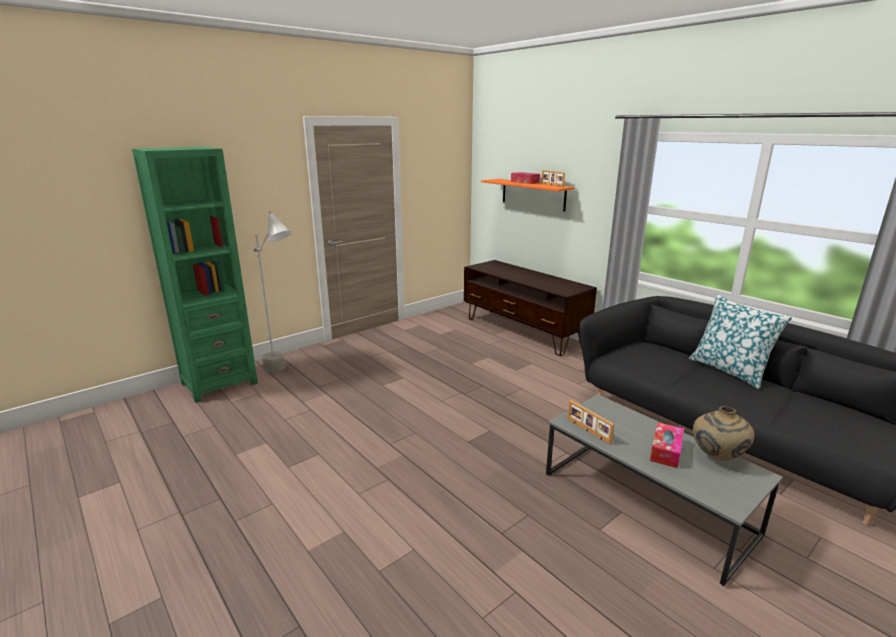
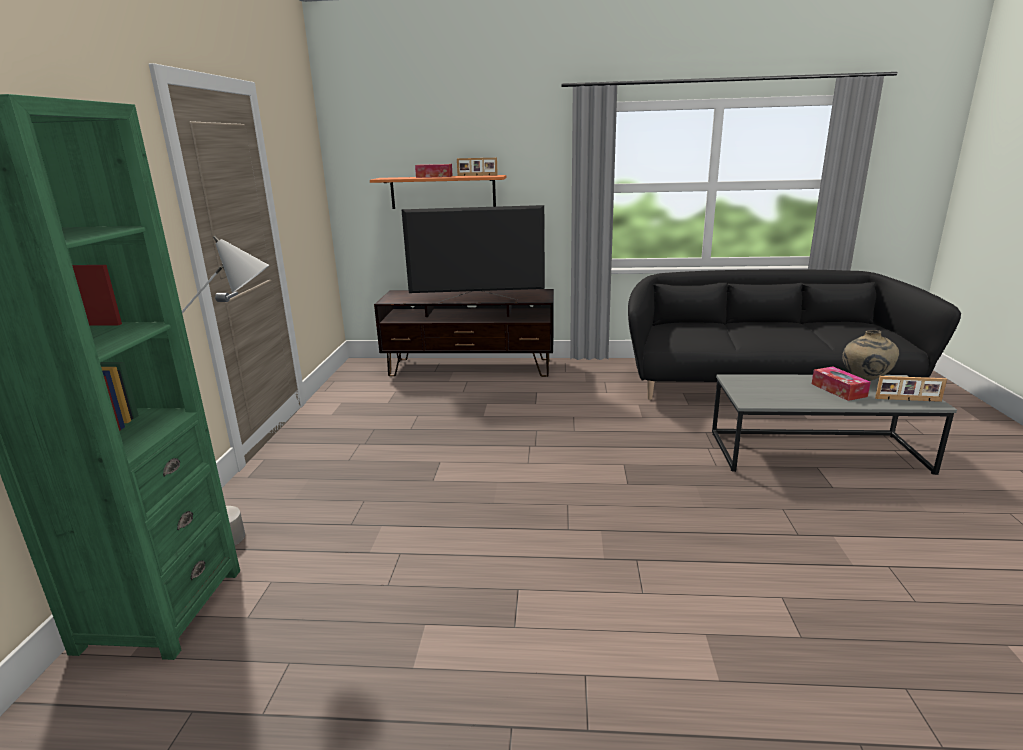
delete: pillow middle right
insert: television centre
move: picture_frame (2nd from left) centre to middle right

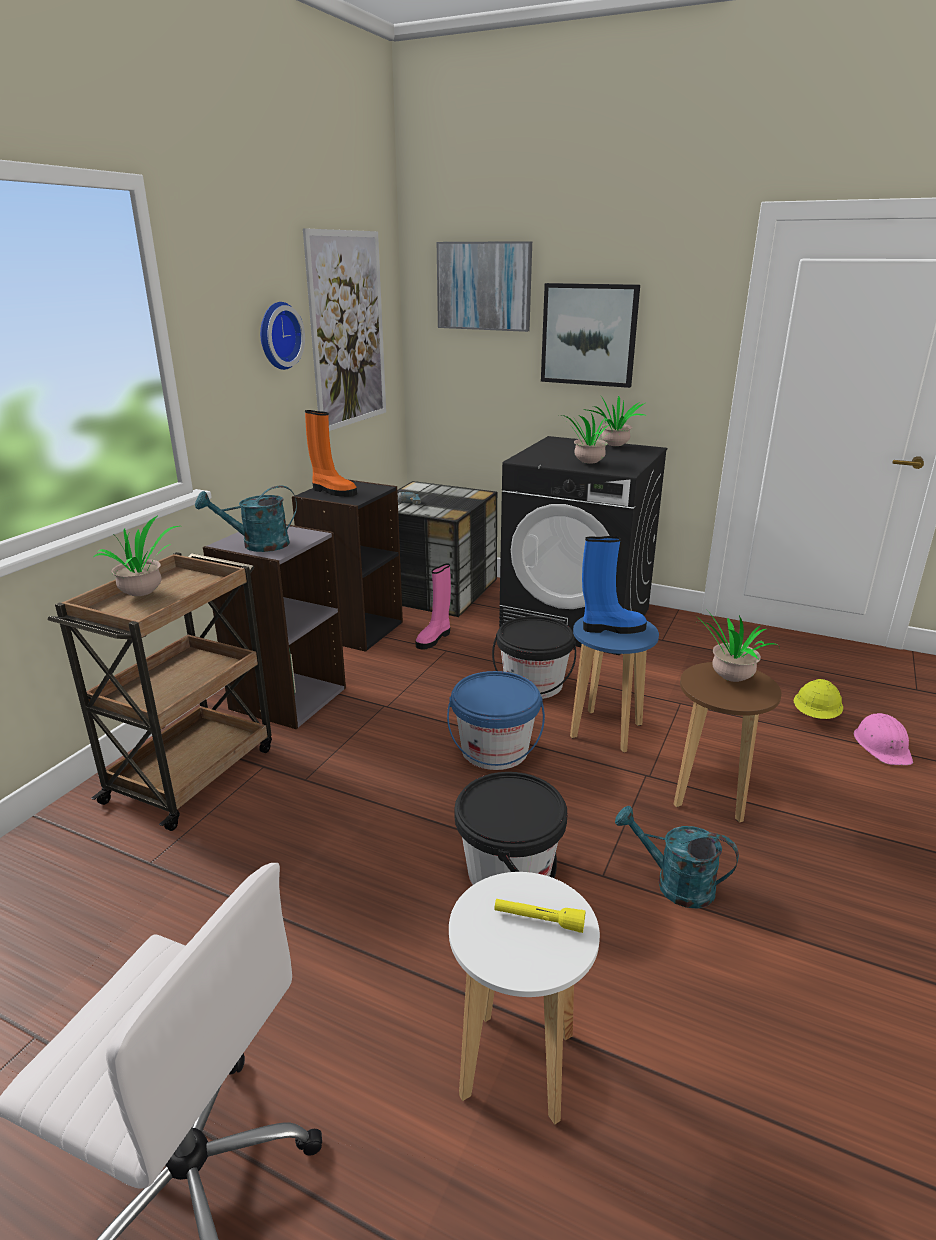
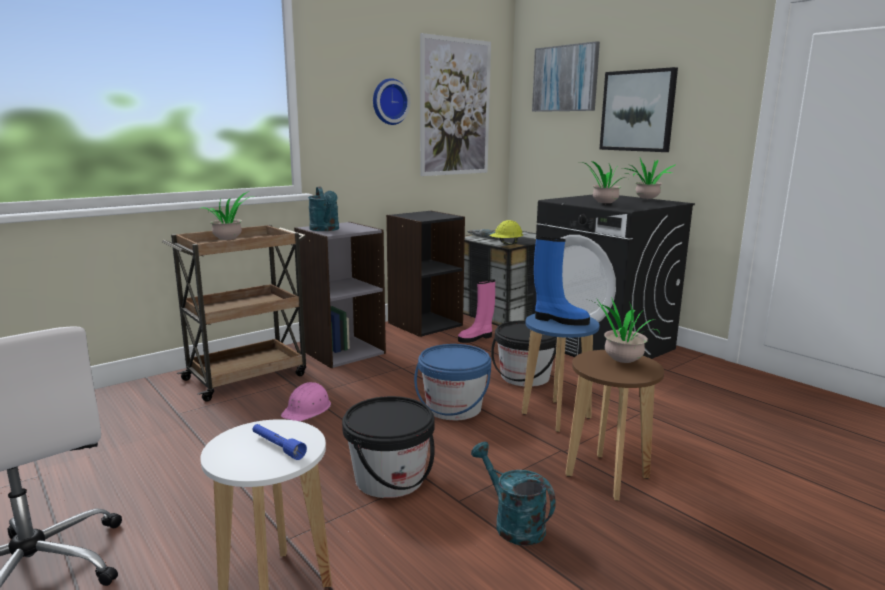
delete: orange_boot centre
move: yellow_hard_hat middle right to centre; pink_hard_hat middle right to bottom centre
recolor: yellow_flashlight bottom centre to blue_flashlight bottom left
rotate: turquoise_watering_can (1st from left) middle left = centre 120 degrees counterclockwise

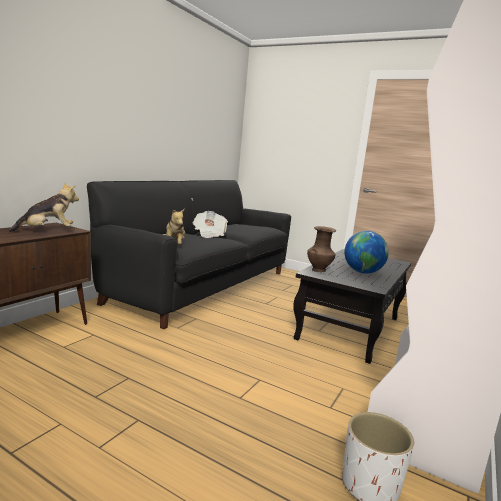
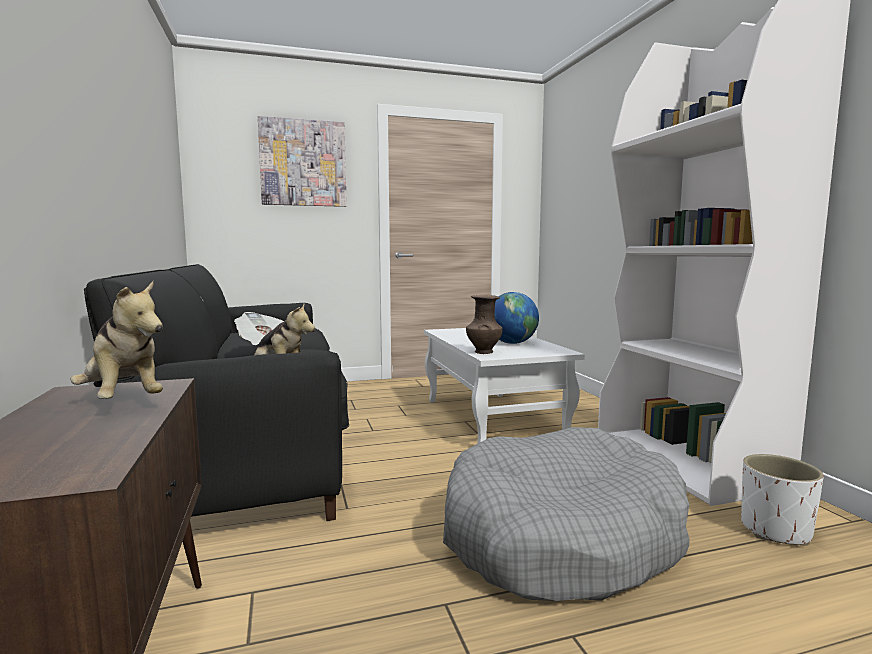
insert: picture top centre; grey_dog_bed bottom centre
recolor: black_coffee_table middle right to white_coffee_table centre
rotate: plush_toy (1st from left) middle left = middle left 120 degrees clockwise

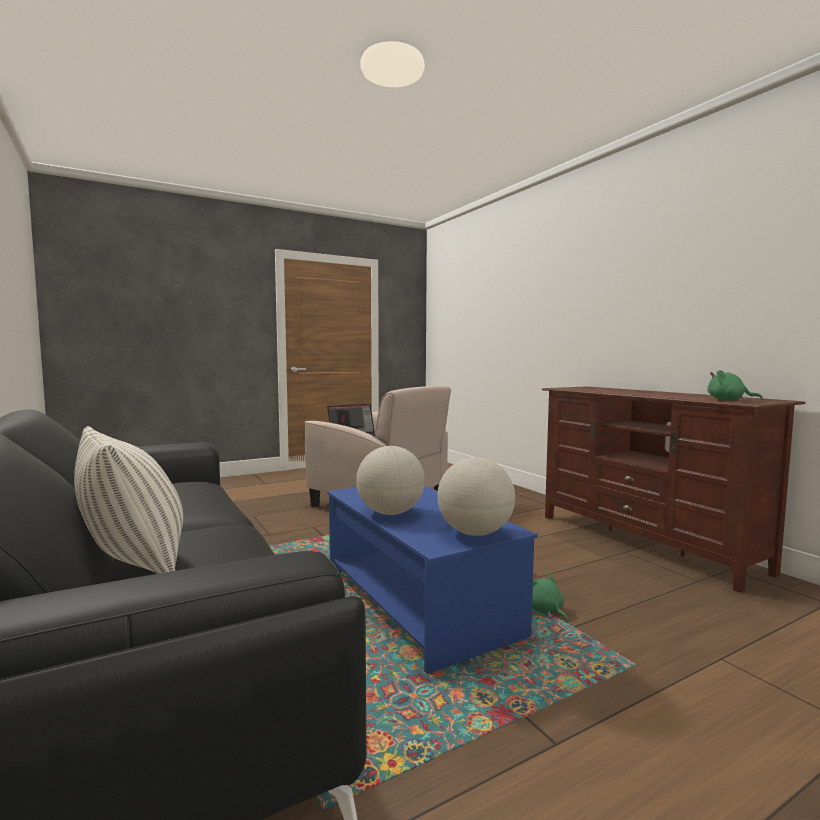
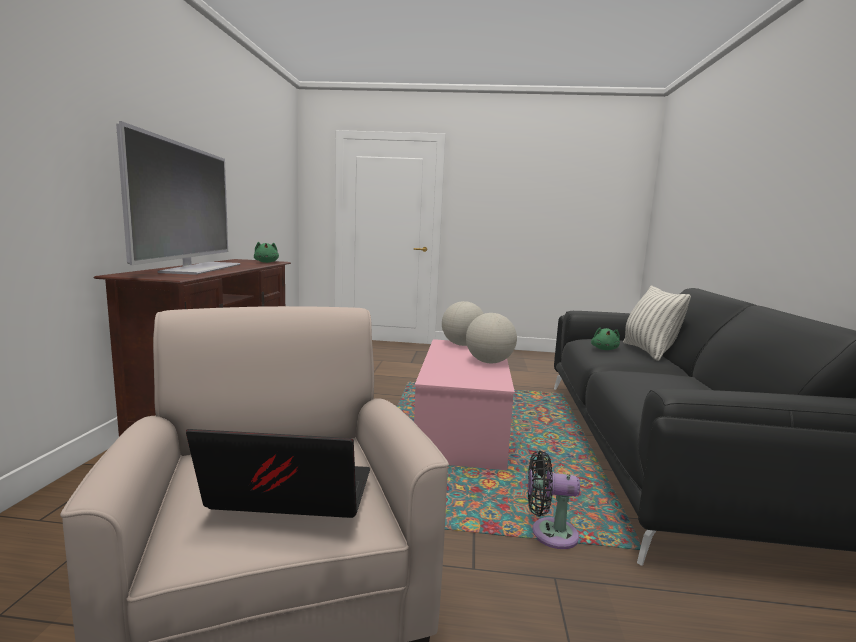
insert: television top left; black_fan bottom centre
move: green_plush_toy (1st from left in the first image) bottom right to green_plush_toy (2nd from left) middle right
recolor: blue_coffee_table bottom centre to pink_coffee_table centre

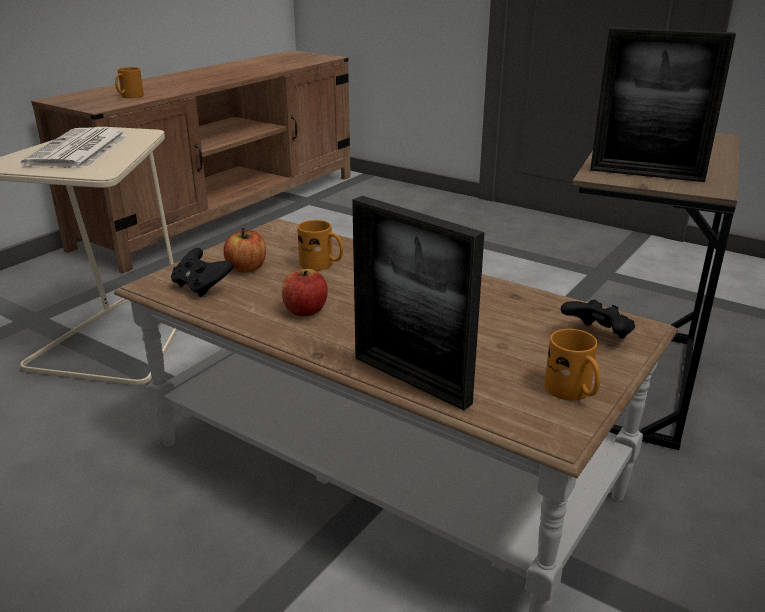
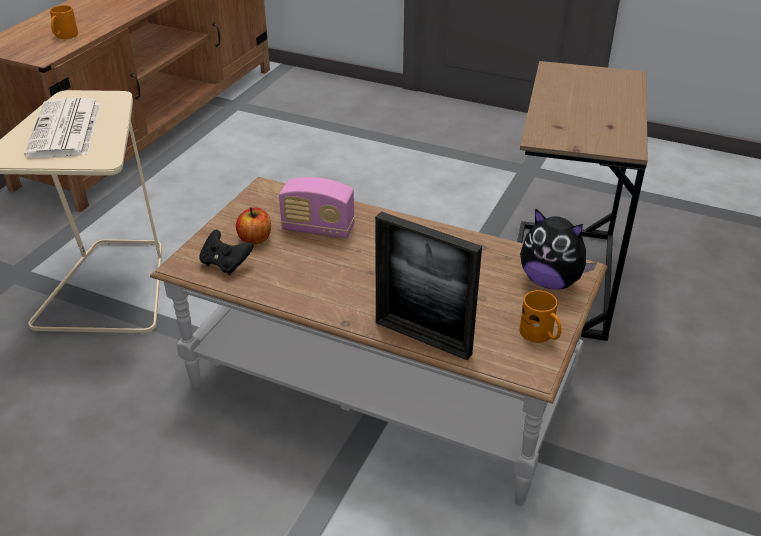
delete: picture_frame (2nd from left) top right; apple (2nd from left) centre
replace: orange_mug (2nd from left) centre to radio centre; black_game_controller (2nd from left) middle right to plush_toy middle right

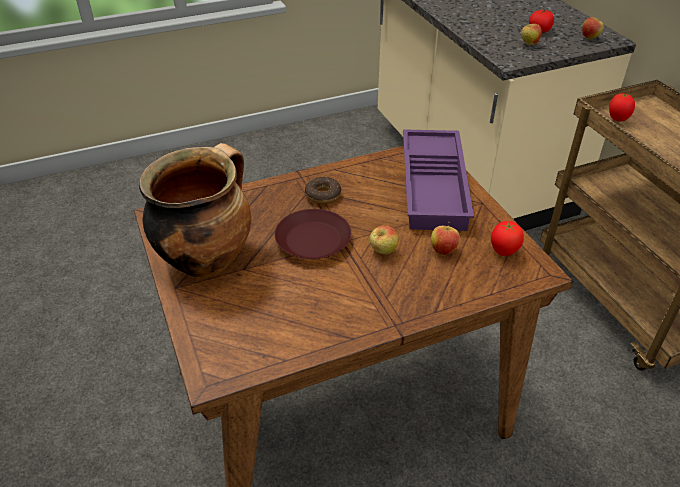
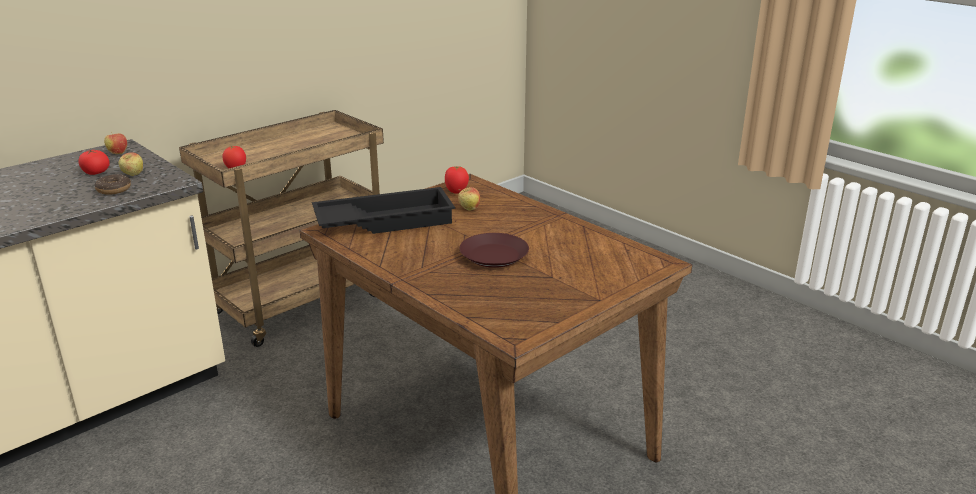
delete: cooking_pot middle left; apple (1st from left) centre
move: donut centre to middle left
recolor: purple_tray centre to black_tray centre

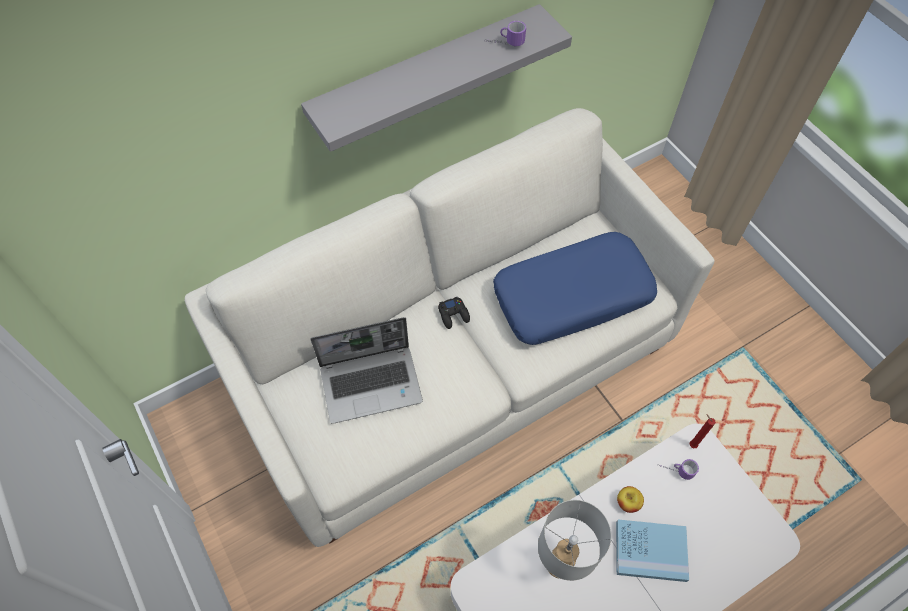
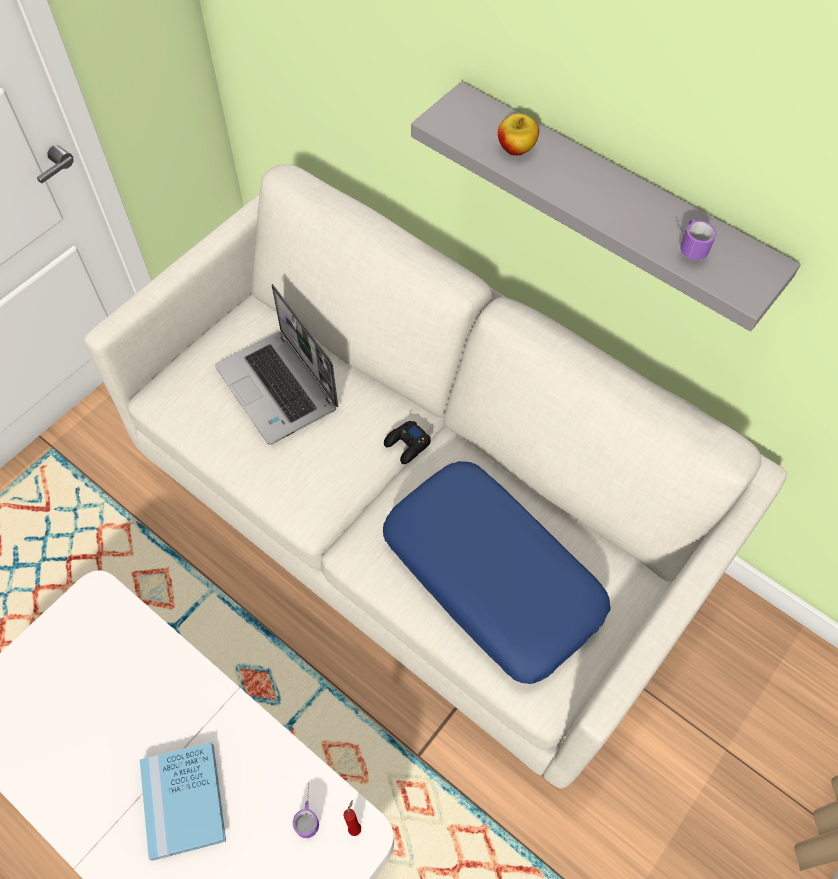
delete: grey_table_lamp bottom centre
move: apple bottom right to top centre

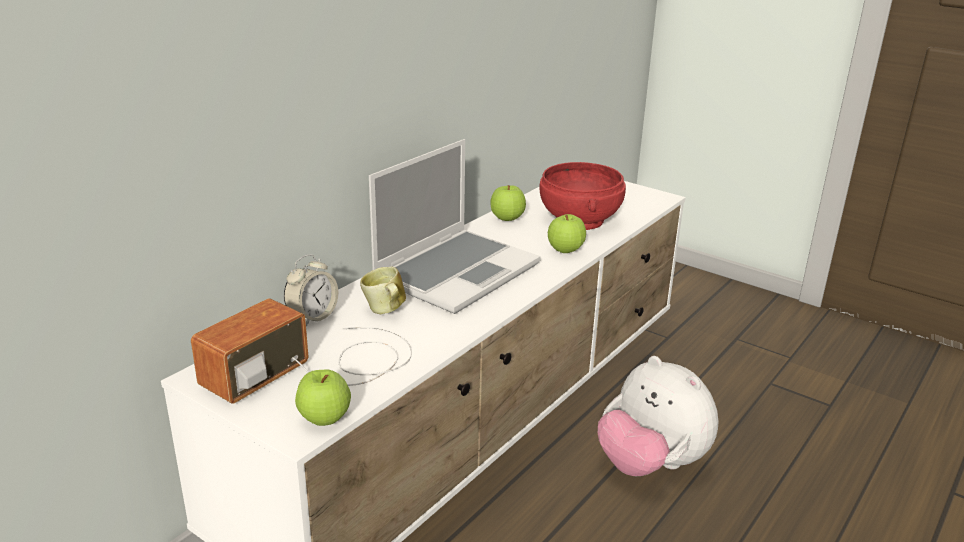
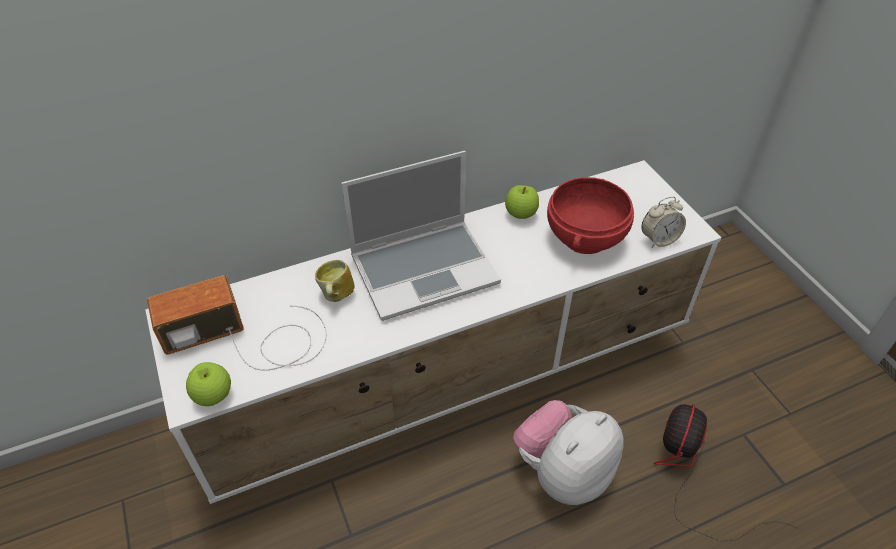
delete: apple (3rd from left) centre
insert: fan bottom right
move: alarm_clock middle left to middle right
rotate: plush_toy bottom right = bottom centre 60 degrees clockwise

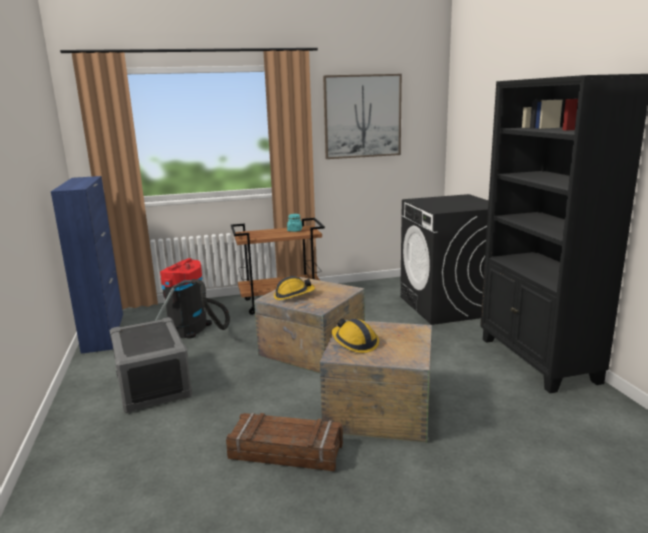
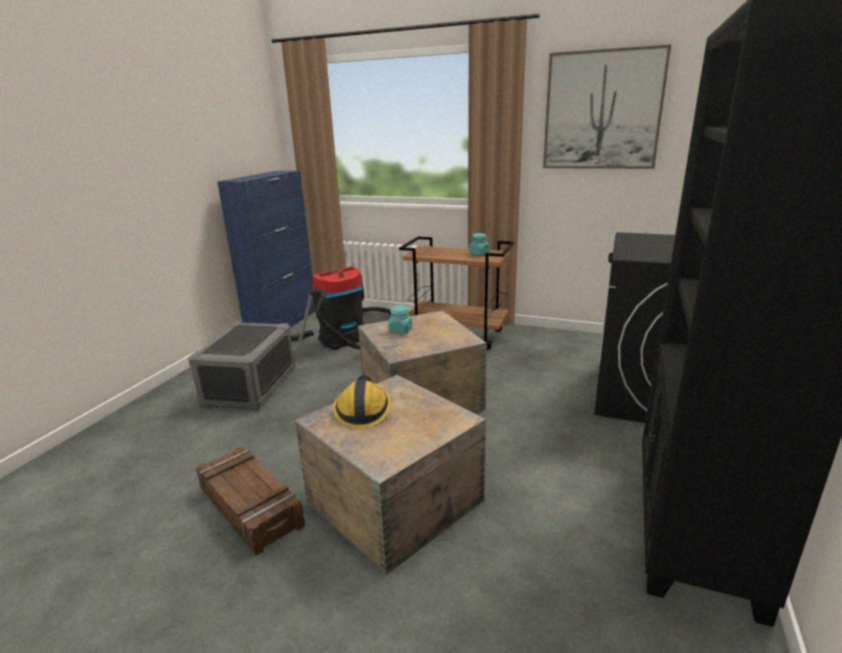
replace: hard_hat (1st from left) centre to turquoise_jar (1st from left) centre

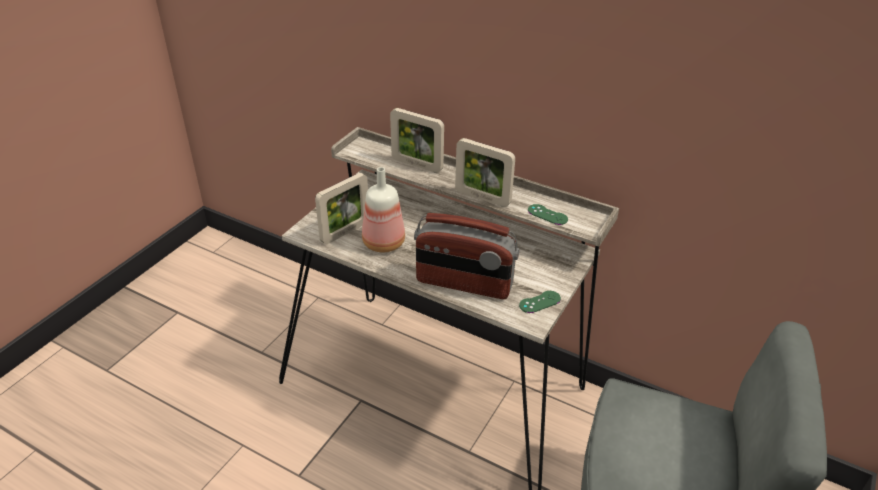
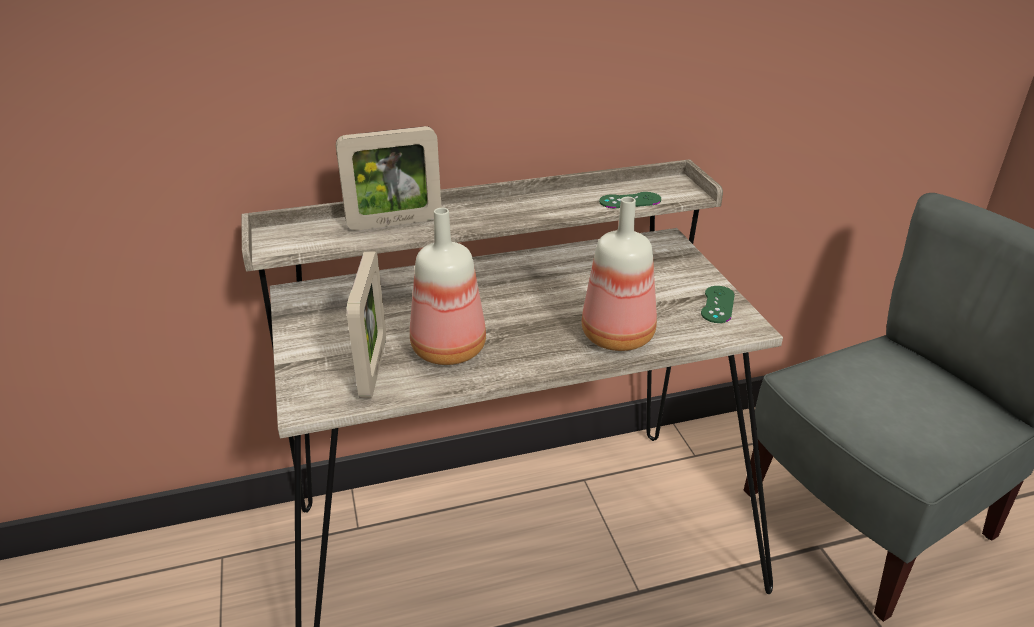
delete: picture_frame (3rd from left) centre
replace: radio centre to bottle (2nd from left) centre

